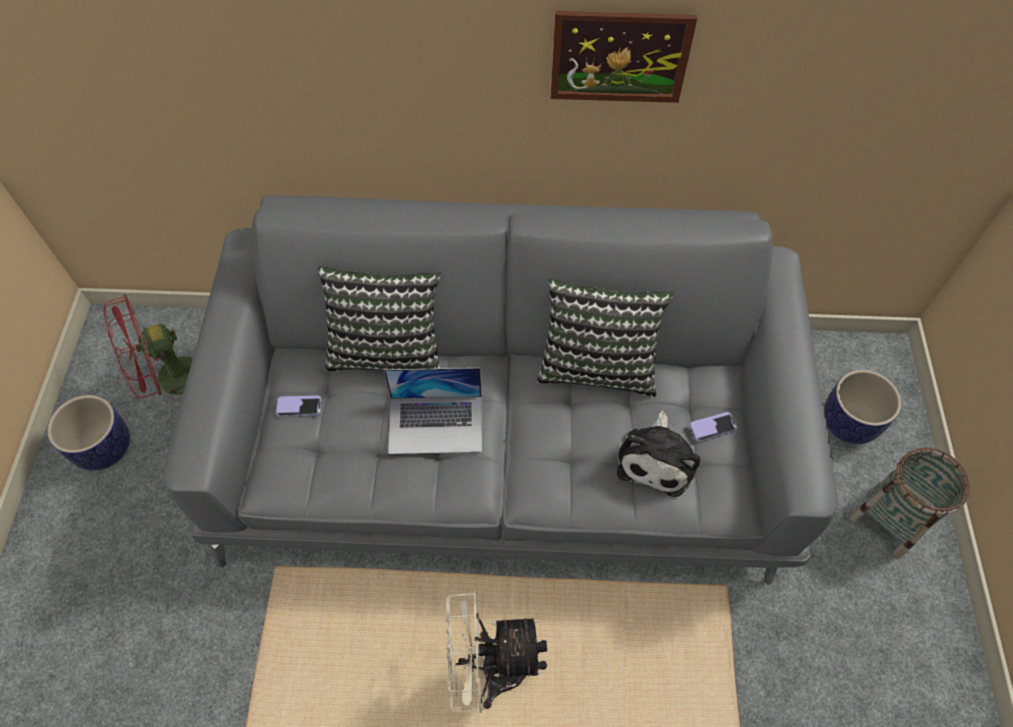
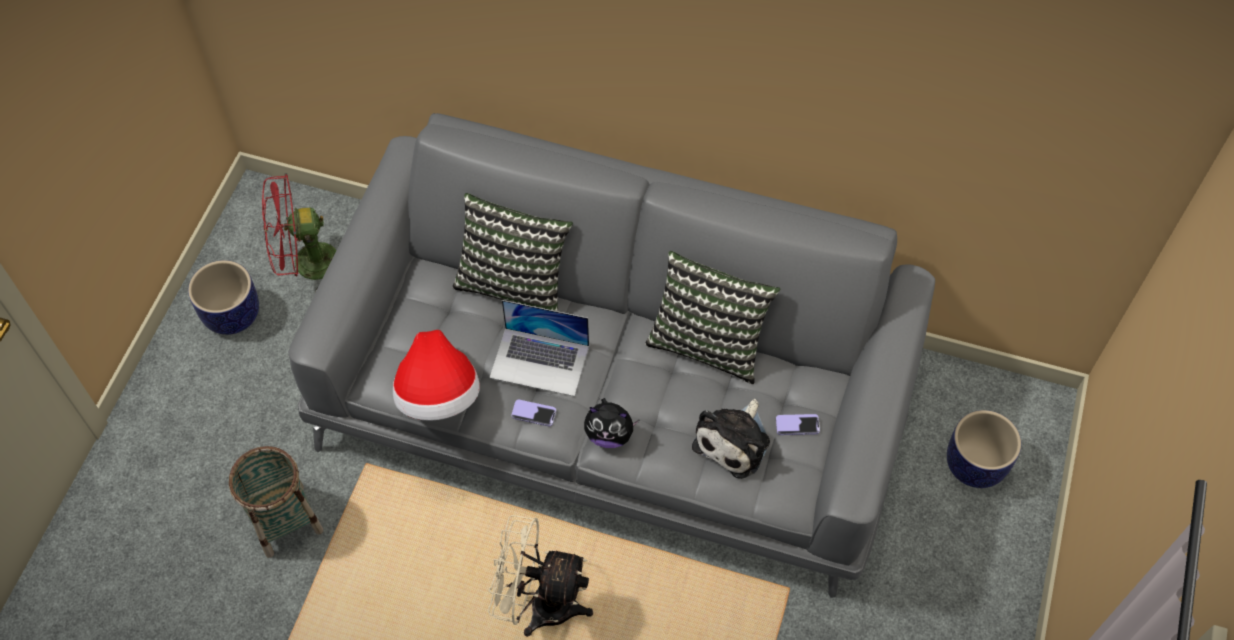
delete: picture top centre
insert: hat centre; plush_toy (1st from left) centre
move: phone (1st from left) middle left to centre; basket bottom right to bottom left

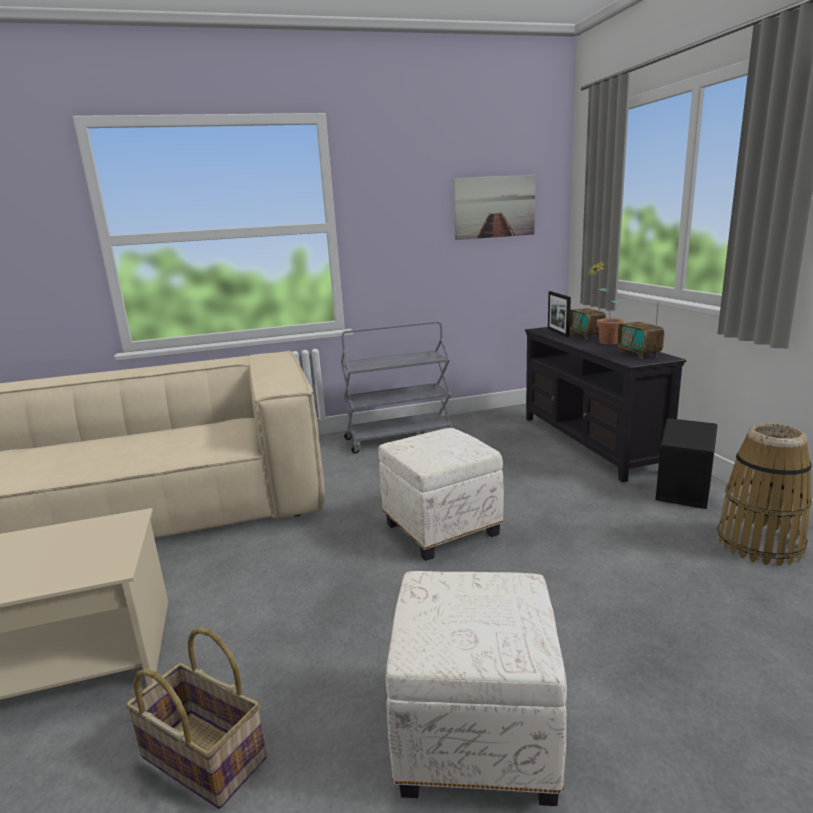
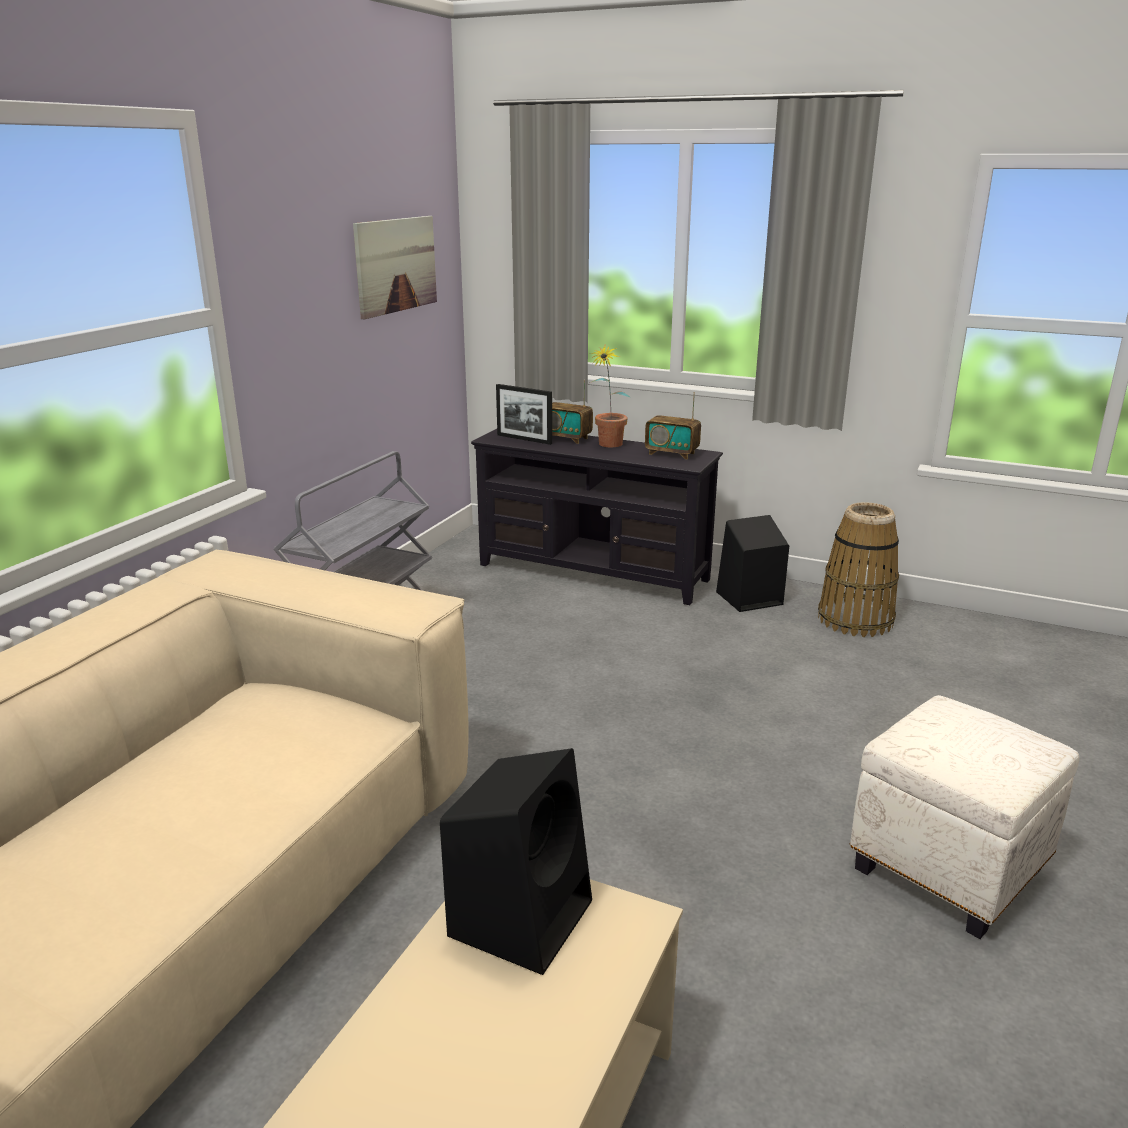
delete: white_ottoman (1st from left) centre; basket (1st from left) bottom left
insert: black_speaker (1st from left) bottom centre

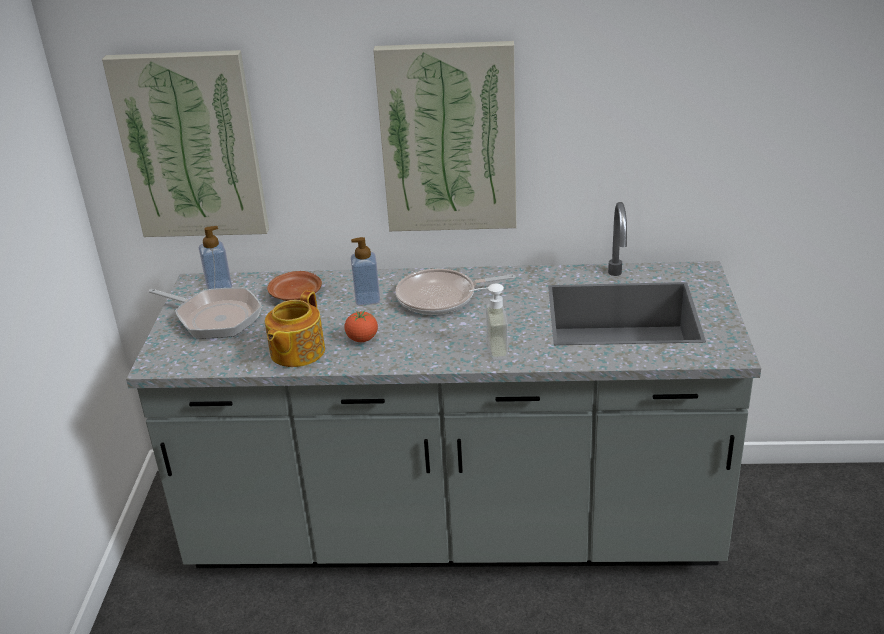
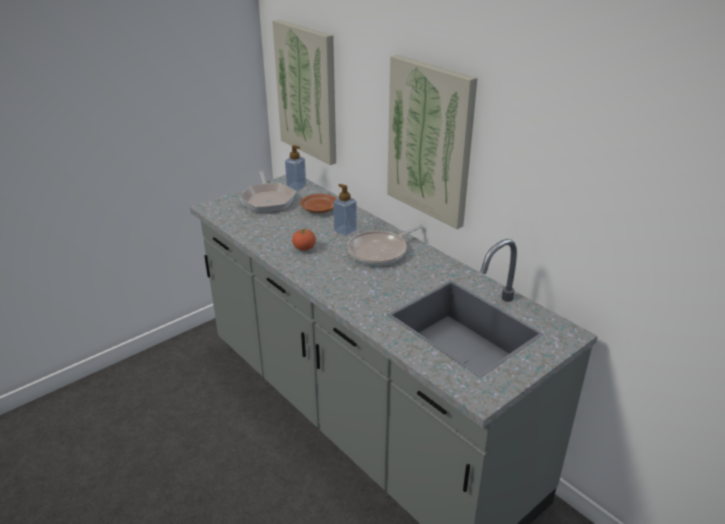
delete: soap_dispenser (3rd from left) centre; teapot centre
rotate: frying_pan (2nd from left) centre = centre 75 degrees counterclockwise

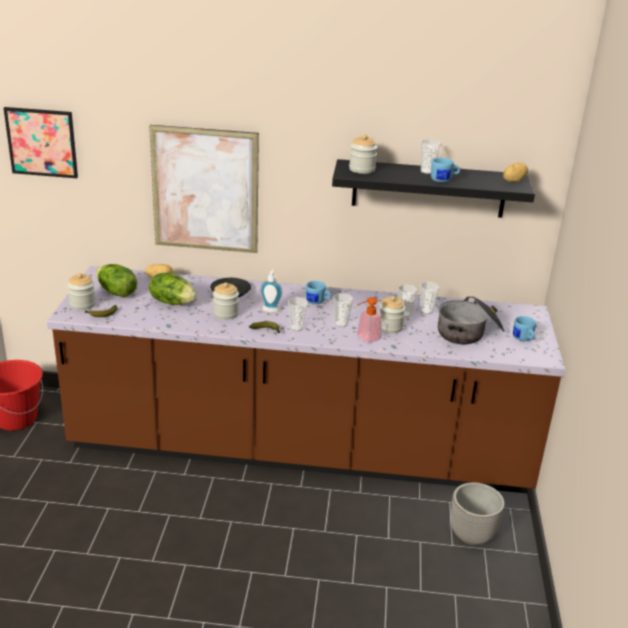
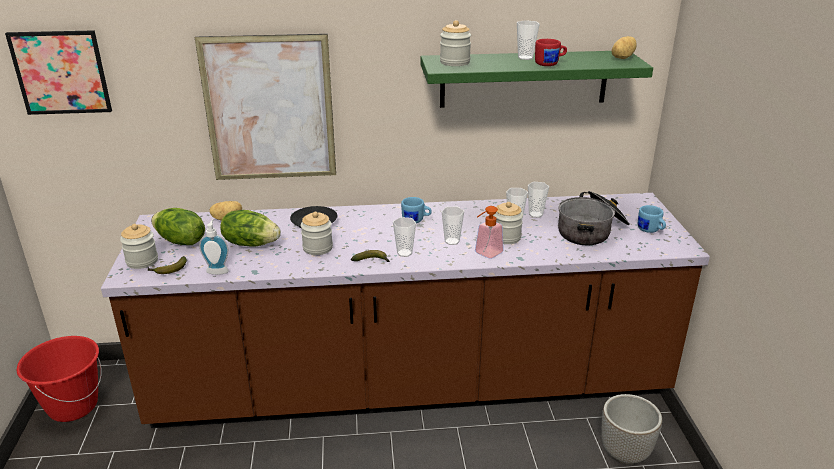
move: soap_dispenser (1st from left) centre to middle left
recolor: blue_mug (2nd from left) top right to red_mug top centre; black_shelf top right to green_shelf top centre

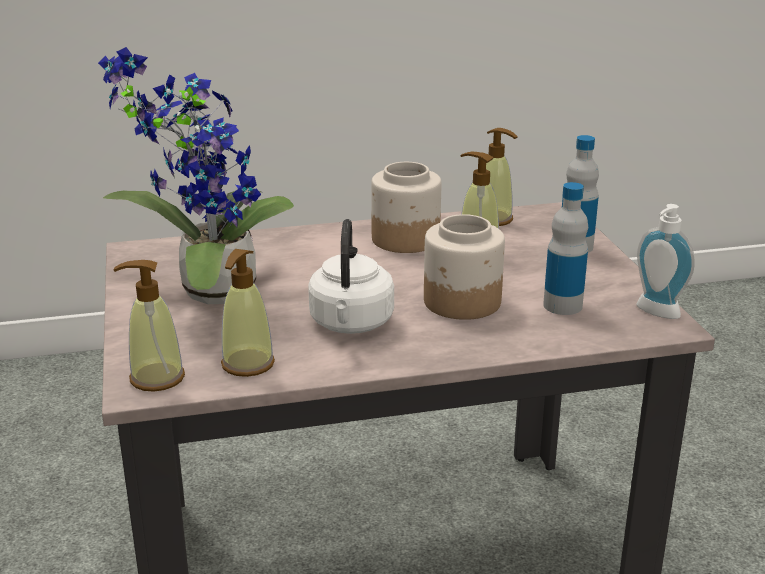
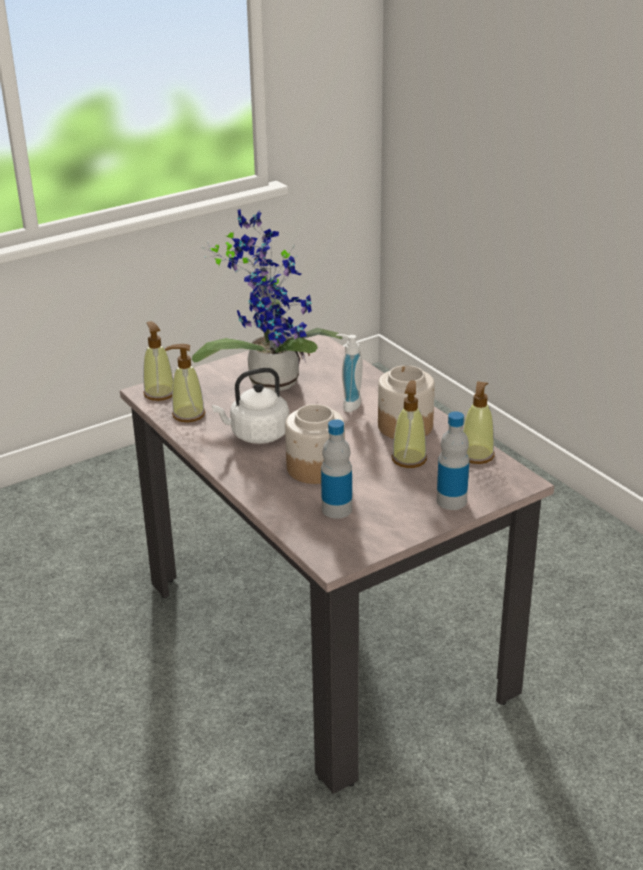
move: soap_dispenser (5th from left in the first image) middle right to soap_dispenser (3rd from left) centre

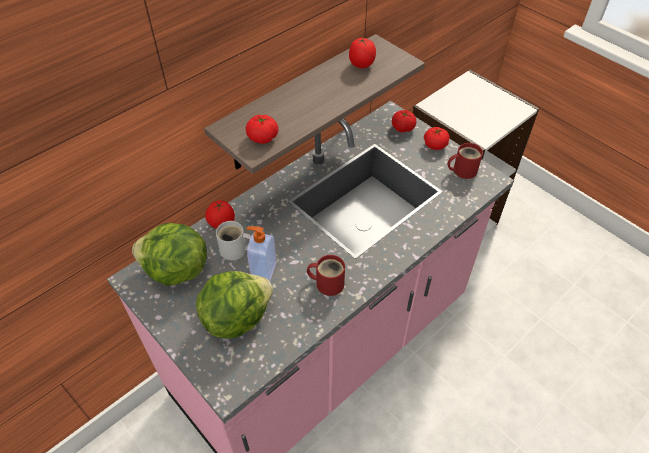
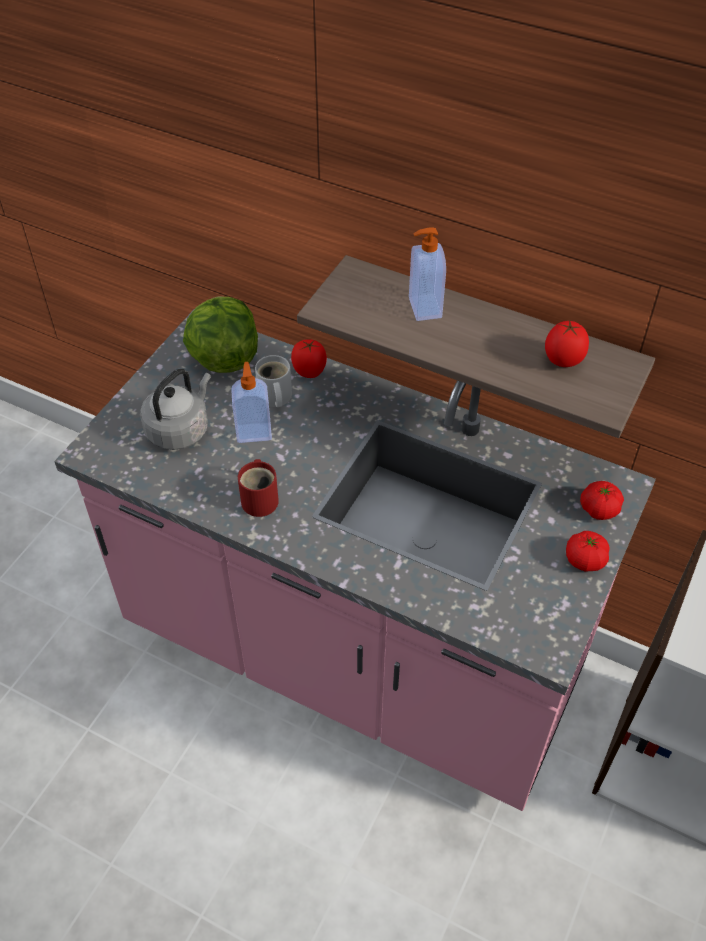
delete: tomato (2nd from left) top centre; red_mug (2nd from left) middle right
insert: soap_dispenser (2nd from left) top centre
replace: lettuce (2nd from left) bottom centre to grey_kettle middle left

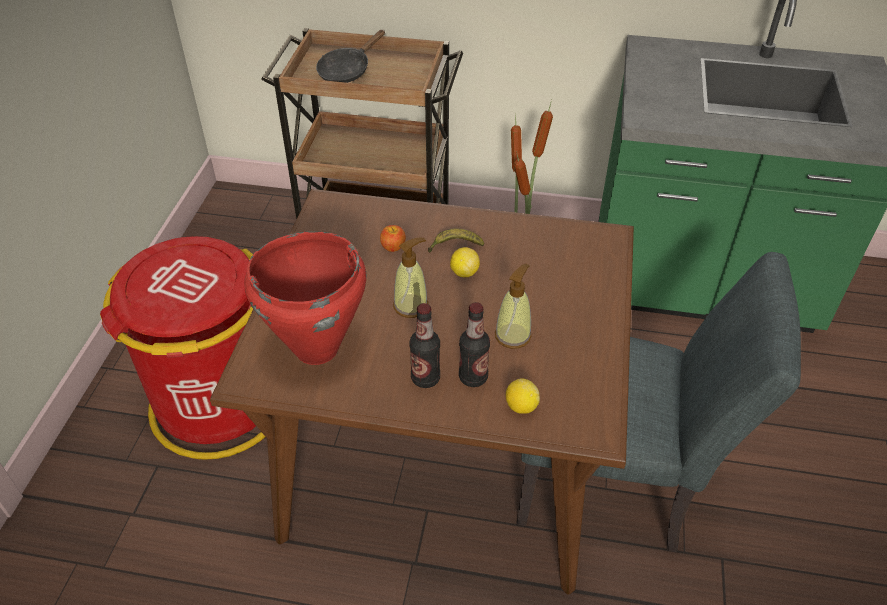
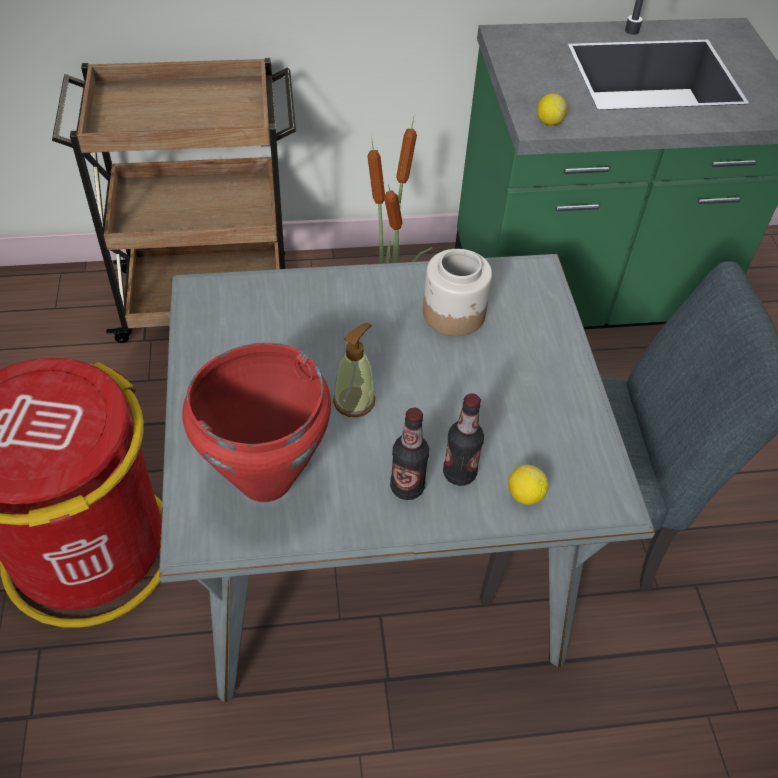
delete: black_frying_pan top centre; apple centre; banana centre; soap_dispenser (2nd from left) centre
insert: jar centre
move: lemon (1st from left in the first image) centre to lemon (2nd from left) top right
recolor: brown_dining_table centre to grey_dining_table centre

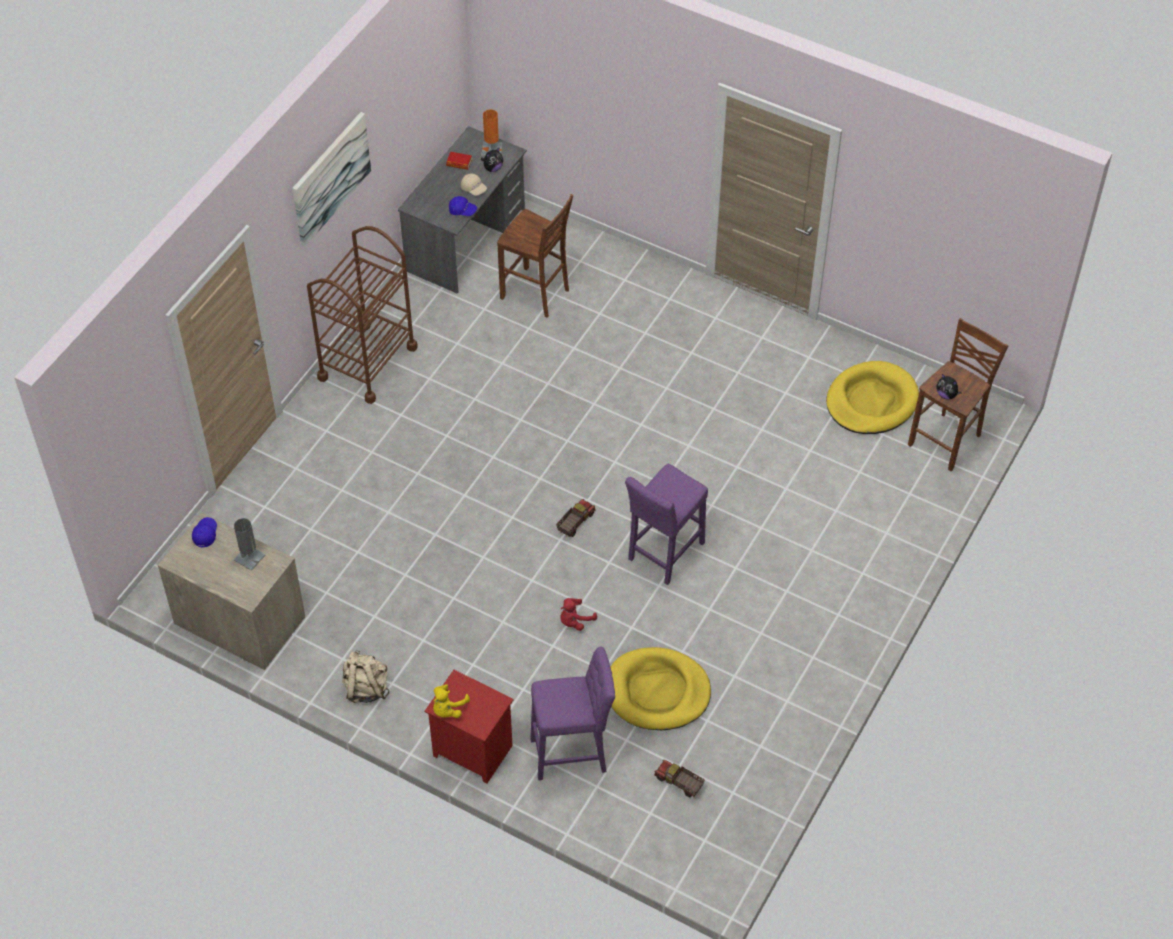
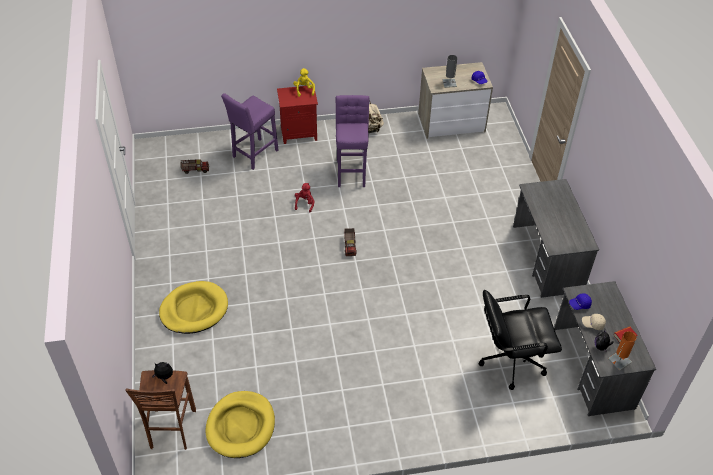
delete: picture top left
move: purple_stool (2nd from left) centre to top centre; yellow_dog_bed (1st from left) bottom centre to middle left
replace: brown_stool (1st from left) top centre to black_office_chair bottom right; brown_cart middle left to grey_desk (1st from left) middle right

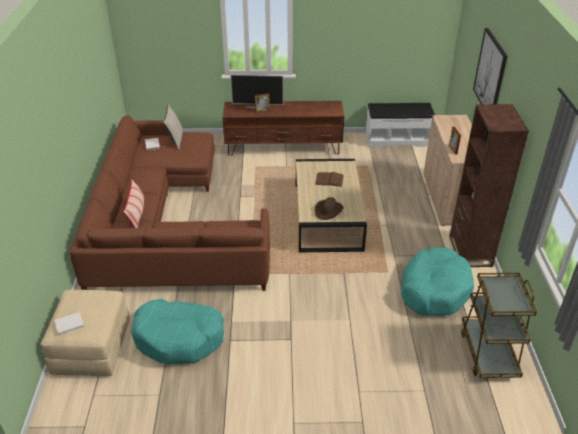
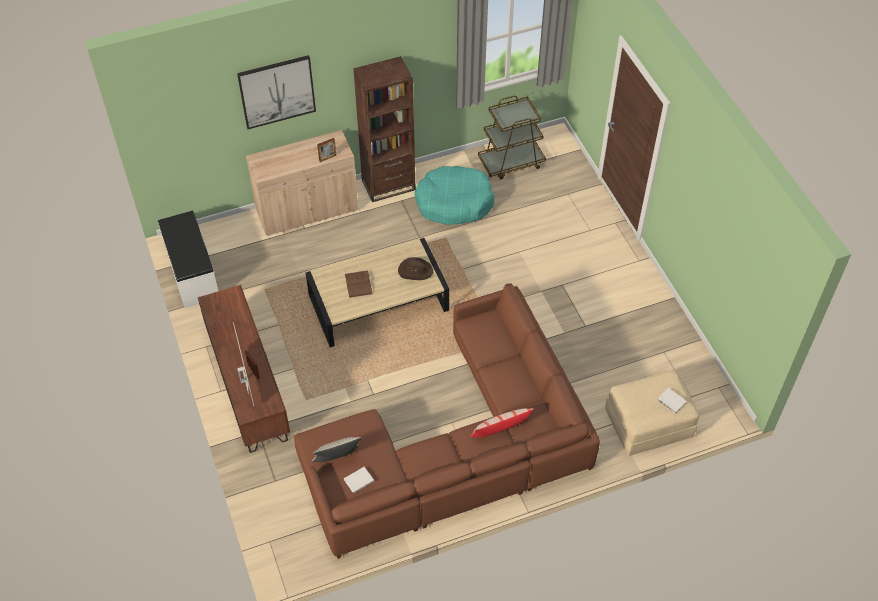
delete: turquoise_dog_bed (1st from left) bottom left

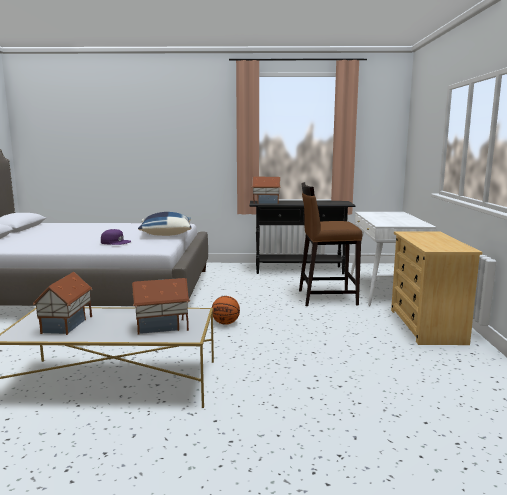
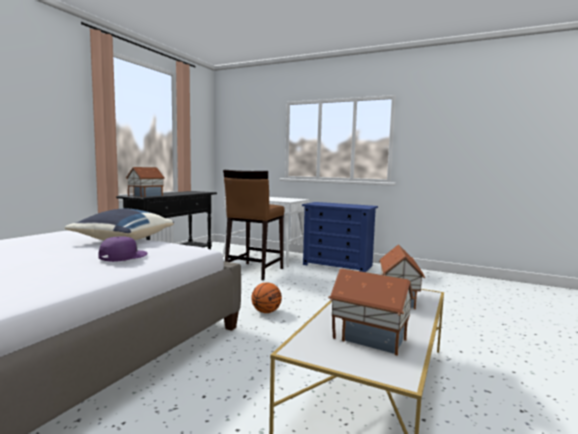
recolor: beige_dresser middle right to blue_dresser centre

